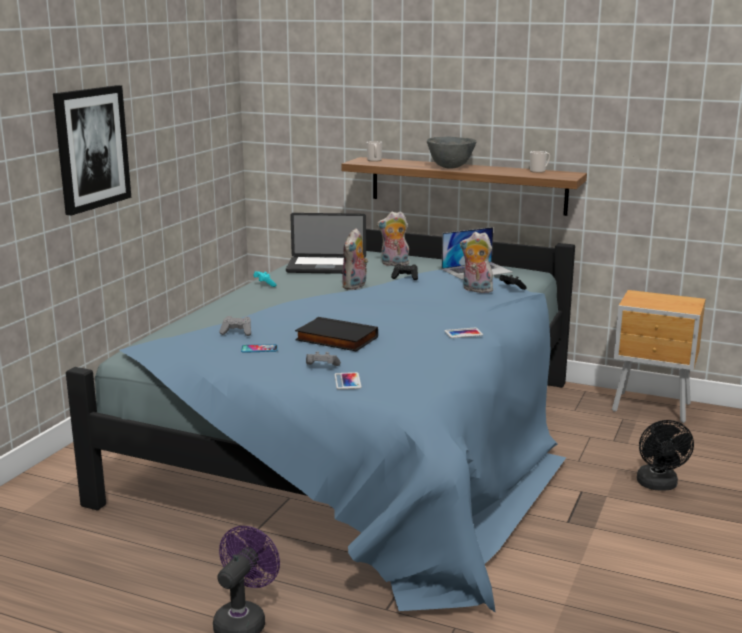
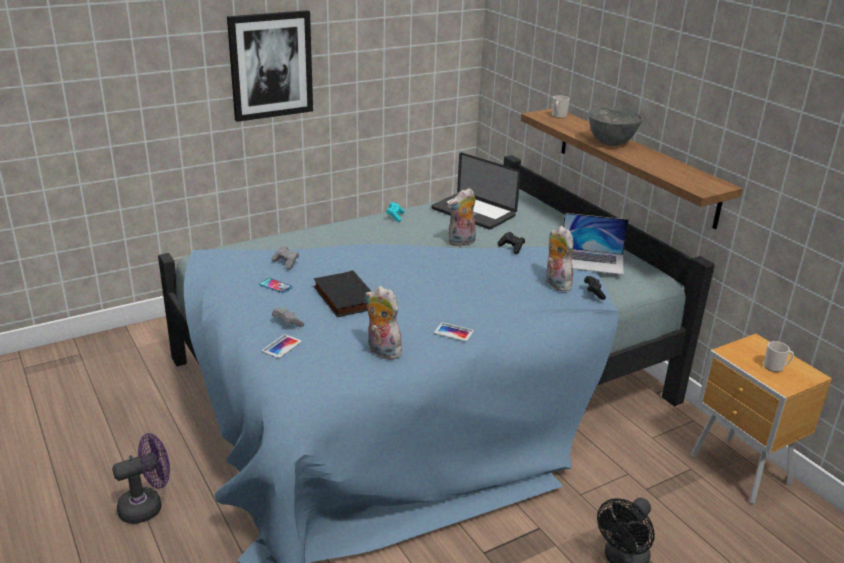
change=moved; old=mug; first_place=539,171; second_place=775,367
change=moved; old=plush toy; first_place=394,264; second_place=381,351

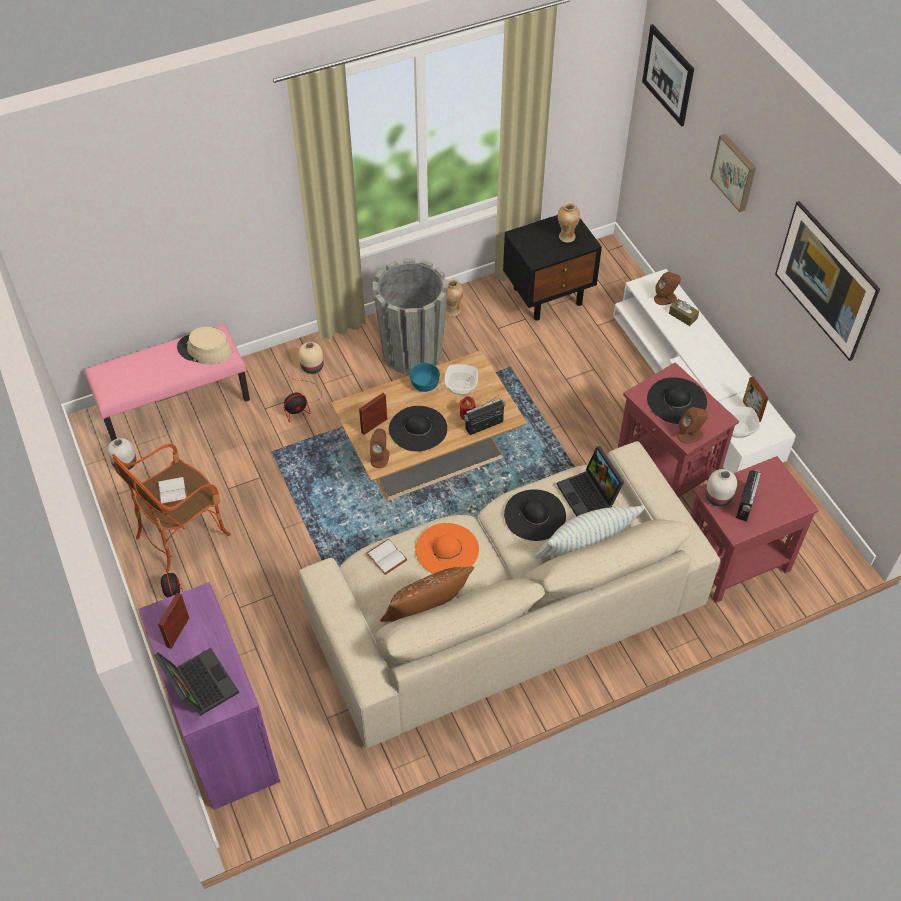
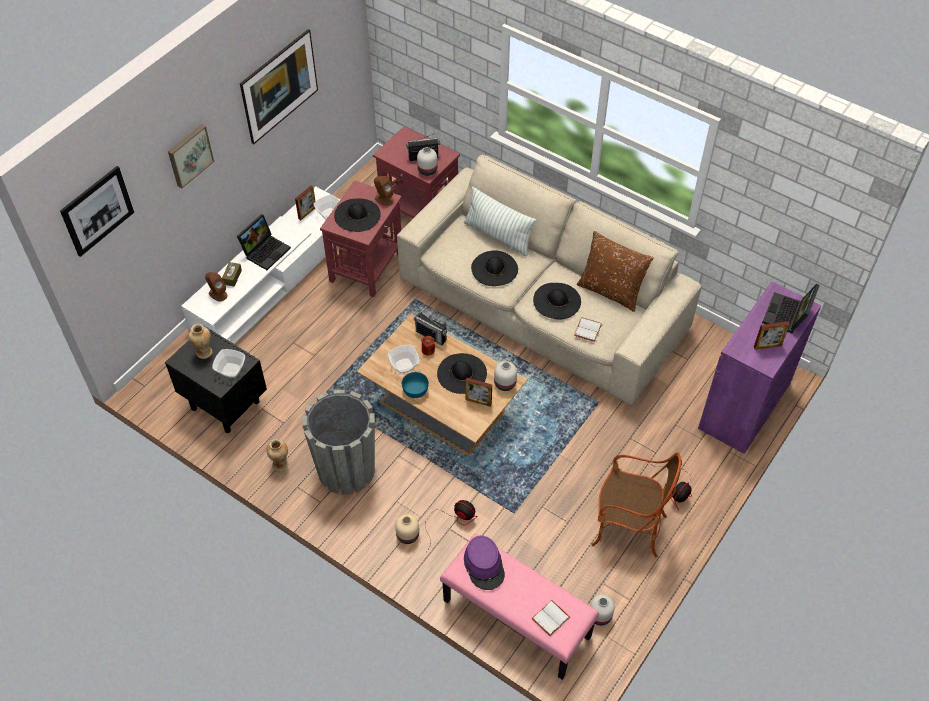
change=recoloured; old=beige hat; new=purple hat; first_place=205,350; second_place=484,565
change=replaced; old=brown speaker; new=white vase; first_place=380,457; second_place=504,383
change=moved; old=laptop; first_place=590,495; second_place=266,250
change=moved; old=white book; first_place=171,491; second_place=551,619
change=recoloured; old=orange hat; new=black hat; first_place=447,549; second_place=557,301
change=added; new=bowl; second_place=231,370

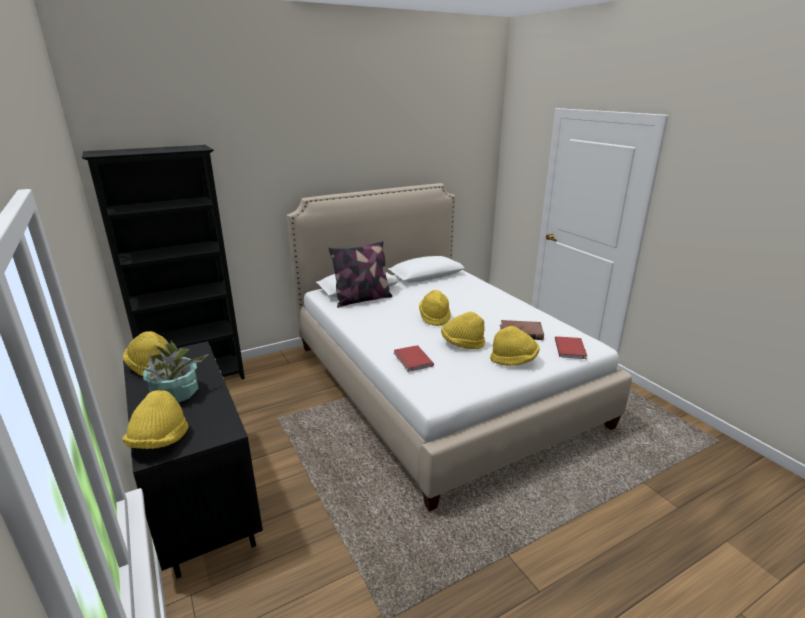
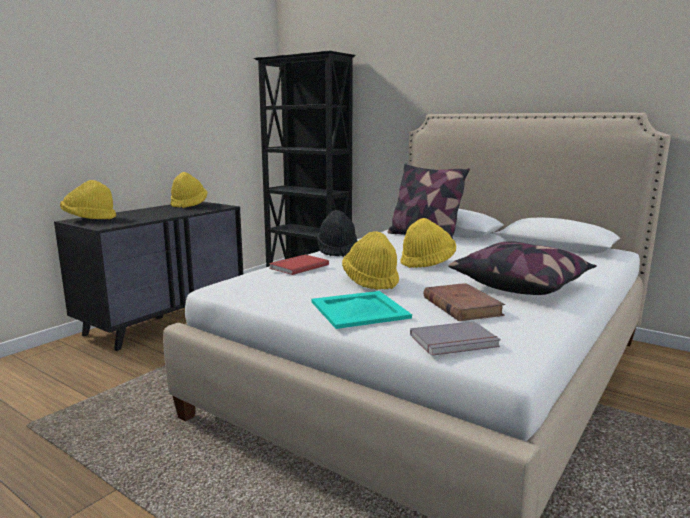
change=replaced; old=yellow hat; new=turquoise tray; first_place=513,360; second_place=360,309
change=recoloured; old=red book; new=grey book; first_place=571,349; second_place=455,342
change=removed; old=potted plant; first_place=175,393
change=added; new=black hat; second_place=337,250
change=added; new=pillow; second_place=521,285

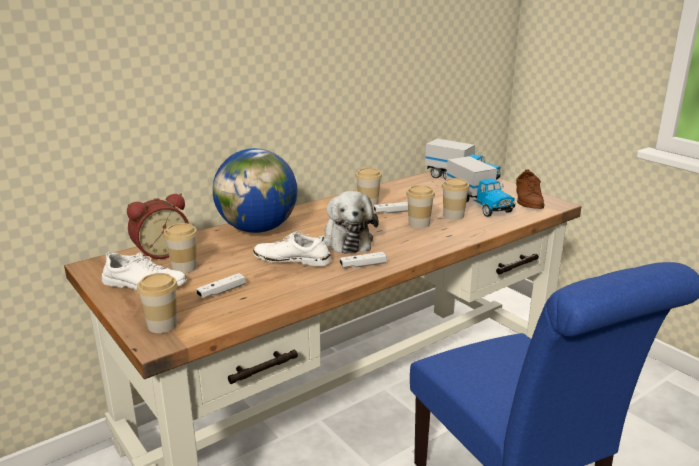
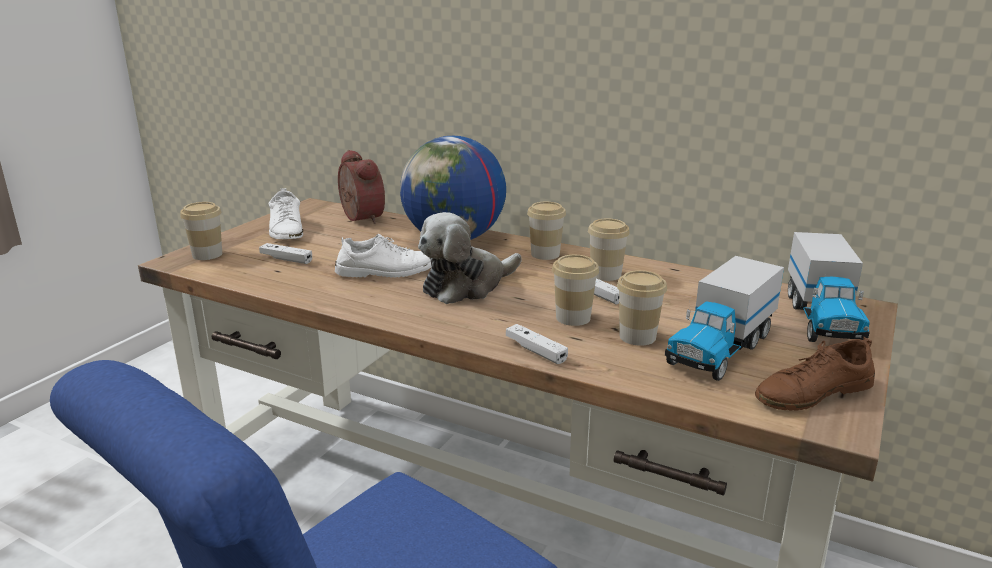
change=turned; old=alarm clock; first_place=161,252; second_place=359,218; degrees=-150
change=moved; old=cup; first_place=184,268; second_place=545,254
change=turned; old=white shoe; first_place=292,259; second_place=386,271; degrees=90
change=moved; old=white game controller; first_place=363,265; second_place=536,351

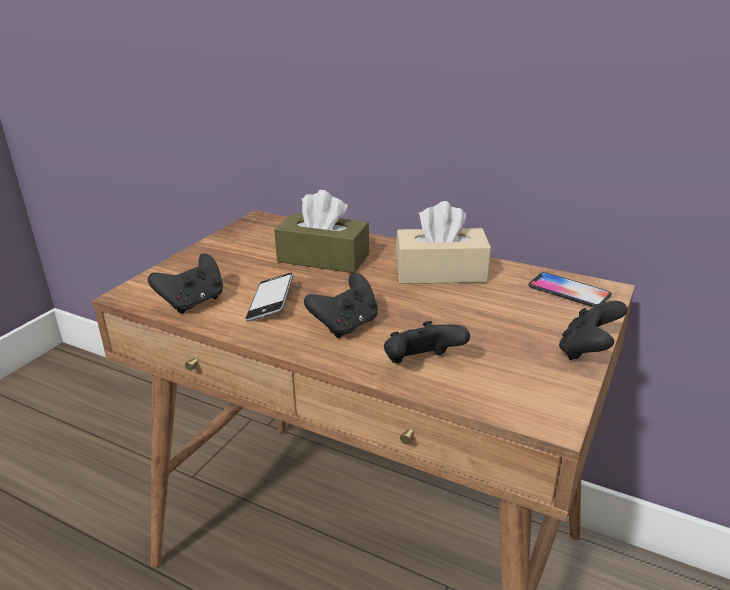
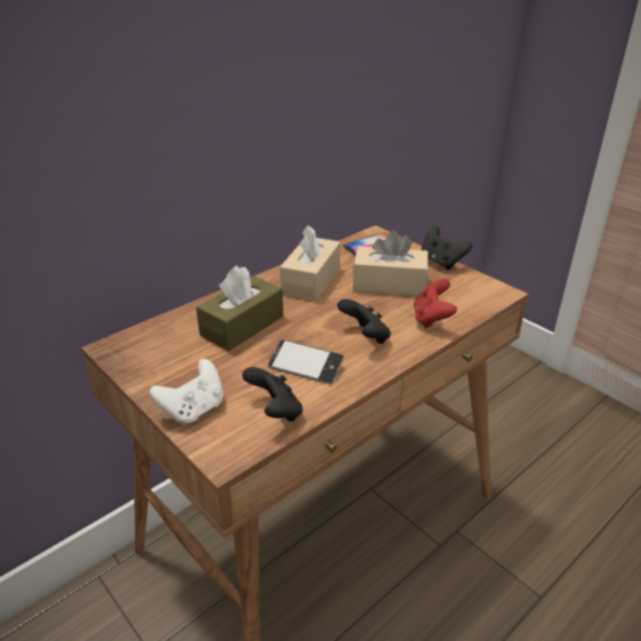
change=recoloured; old=black game controller; new=red game controller; first_place=421,365; second_place=431,318
change=added; new=beige tissue box; second_place=389,284
change=added; new=white game controller; second_place=194,410

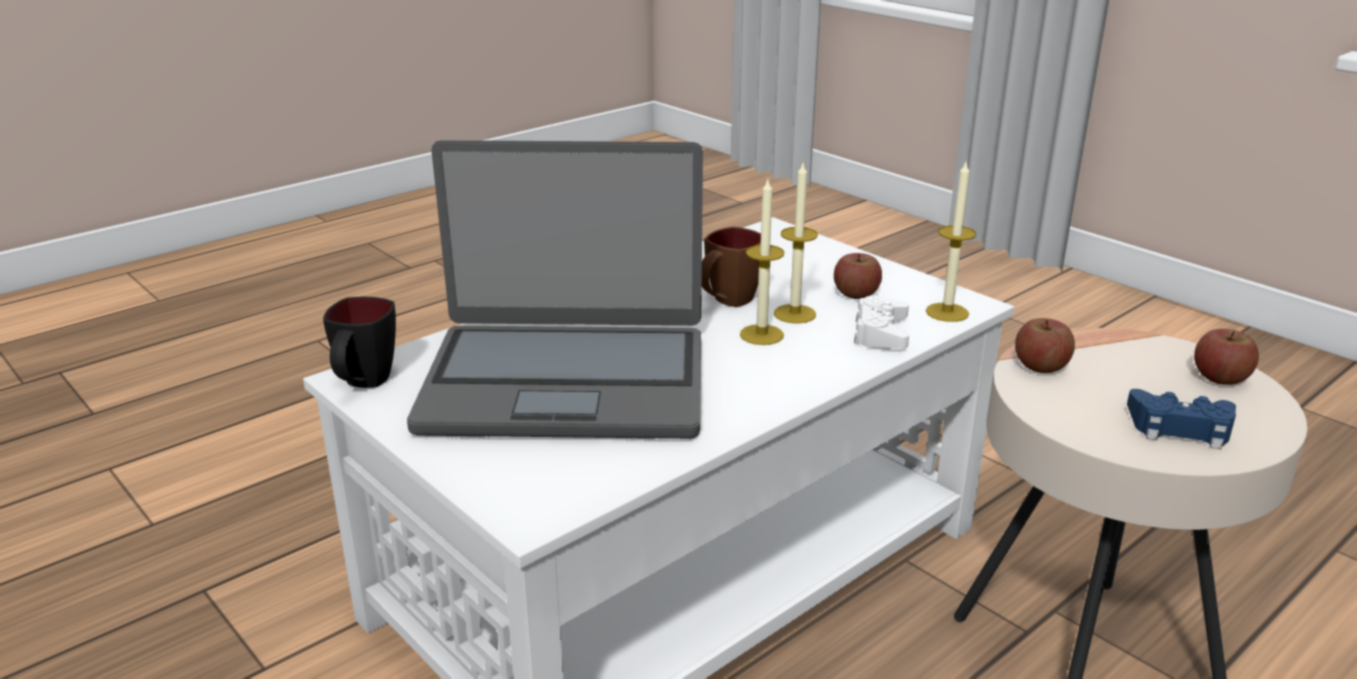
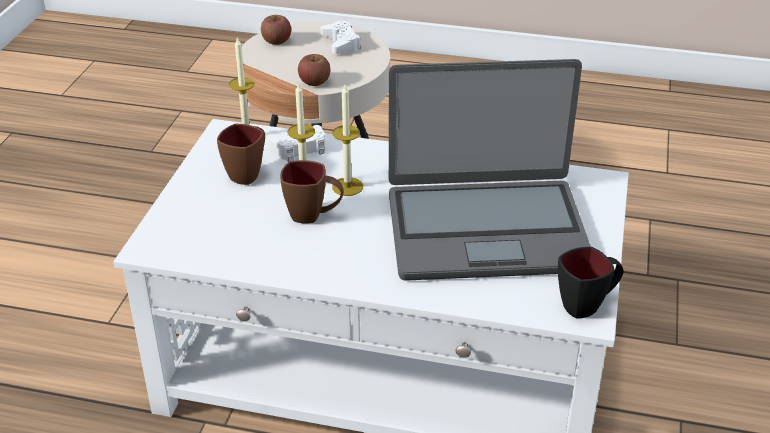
change=turned; old=laptop; first_place=566,382; second_place=486,229; degrees=120
change=replaced; old=apple; new=brown mug; first_place=856,294; second_place=248,173
change=recoloured; old=blue game controller; new=white game controller; first_place=1180,428; second_place=341,43

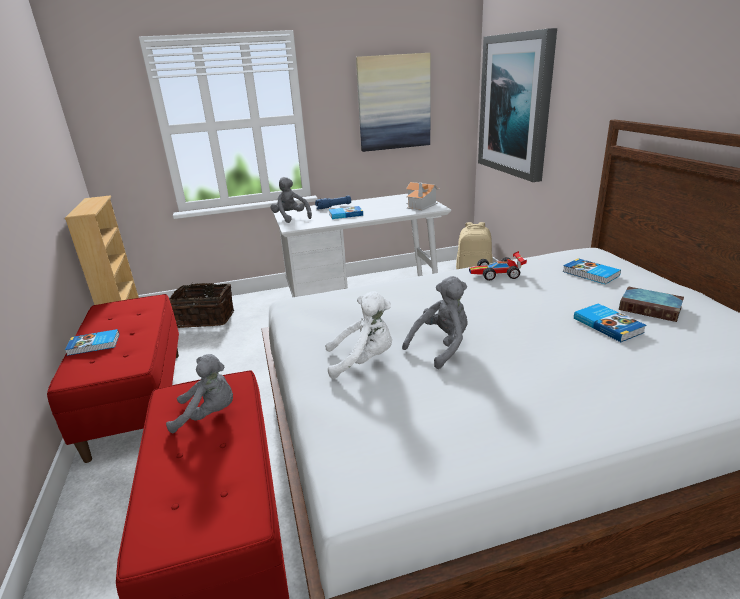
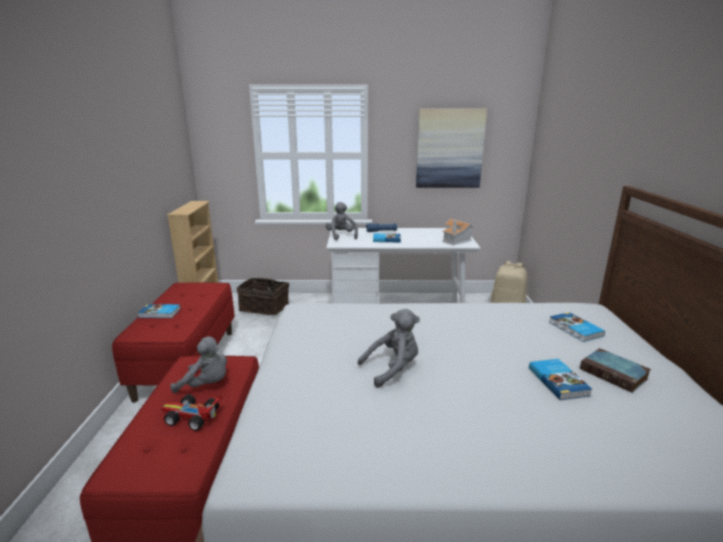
change=removed; old=picture; first_place=515,105
change=moved; old=toy car; first_place=497,274; second_place=191,417
change=removed; old=white plush toy; first_place=363,361

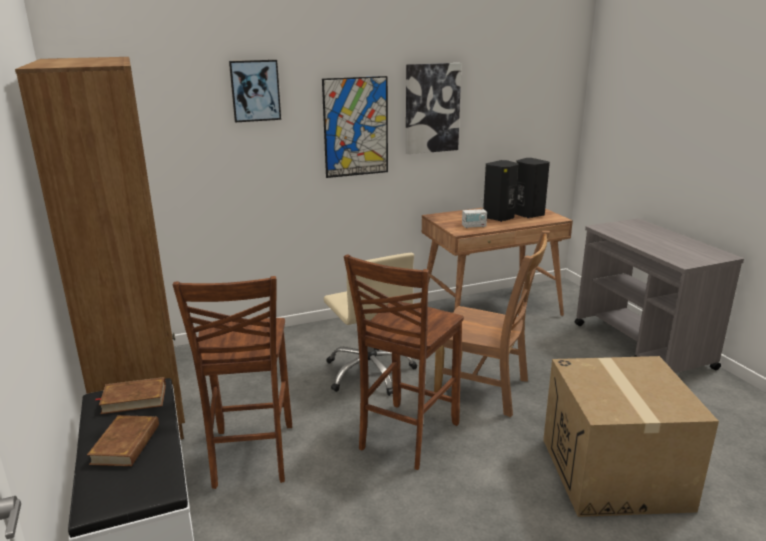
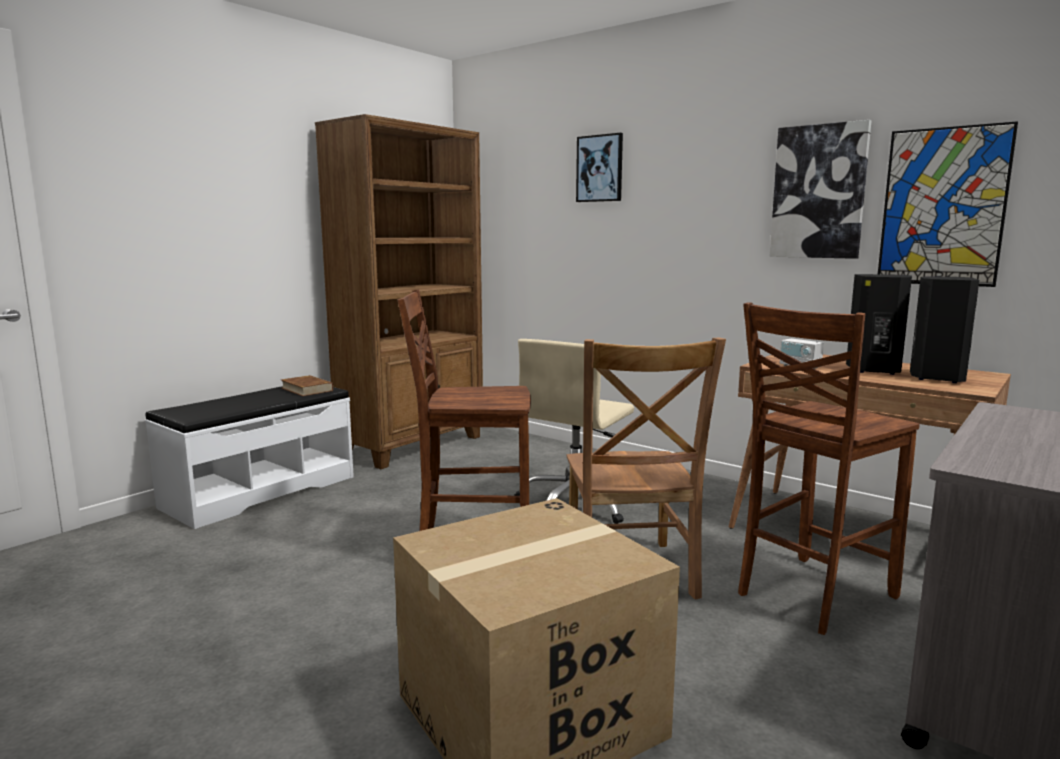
change=moved; old=picture; first_place=356,127; second_place=942,207
change=moved; old=brown chair; first_place=251,457; second_place=811,595
change=removed; old=brown book; first_place=126,444

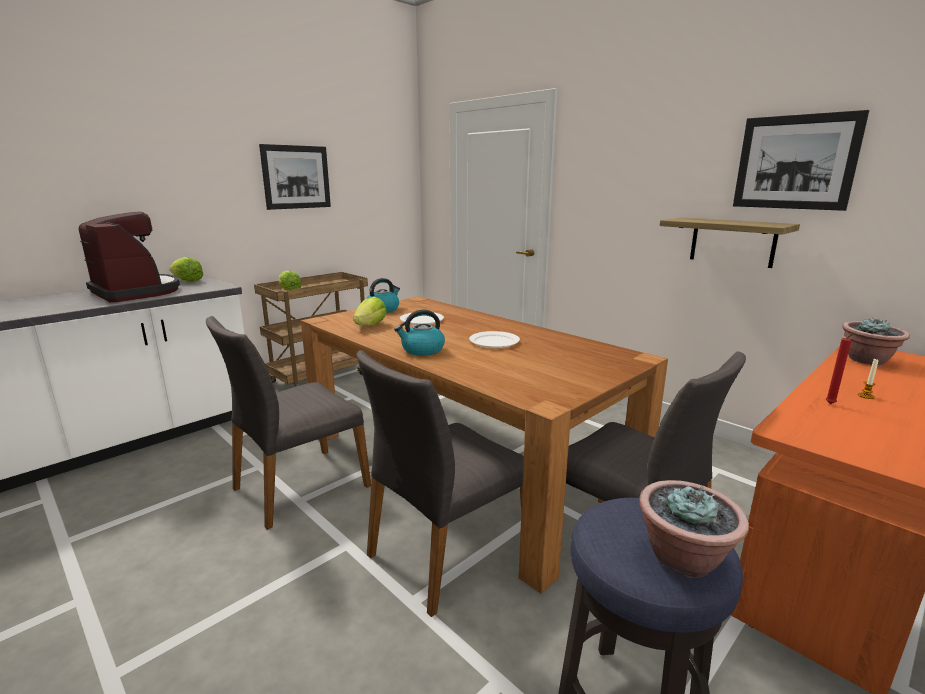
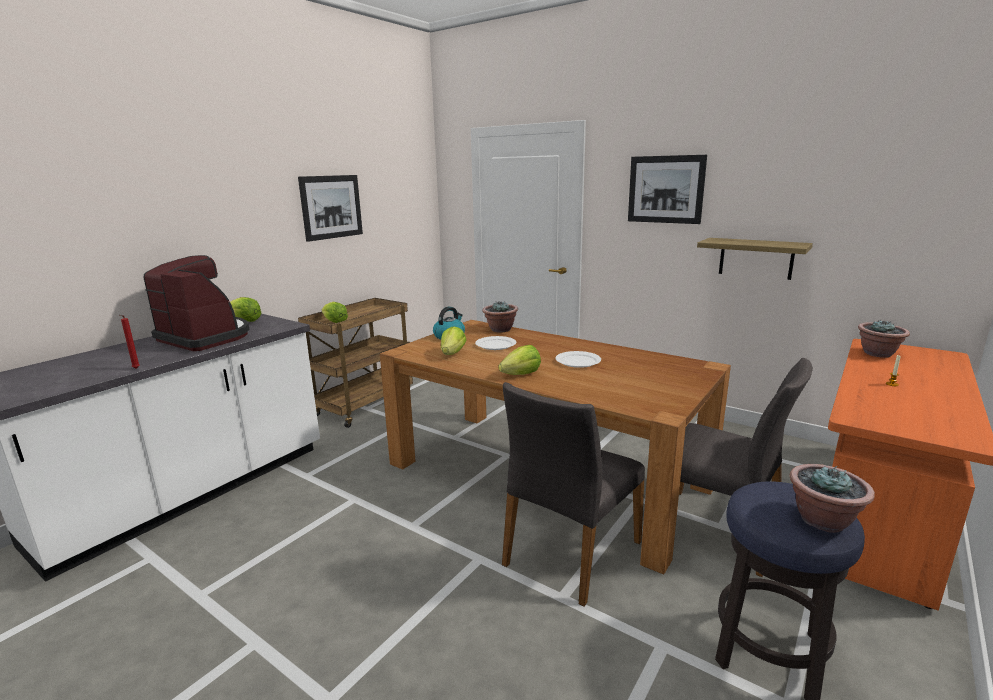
change=moved; old=picture; first_place=795,162; second_place=665,189
change=replaced; old=kettle; new=lettuce; first_place=422,350; second_place=521,374
change=removed; old=grey chair; first_place=299,487
change=moved; old=red candle; first_place=830,404; second_place=135,369
change=added; new=potted plant; second_place=500,330

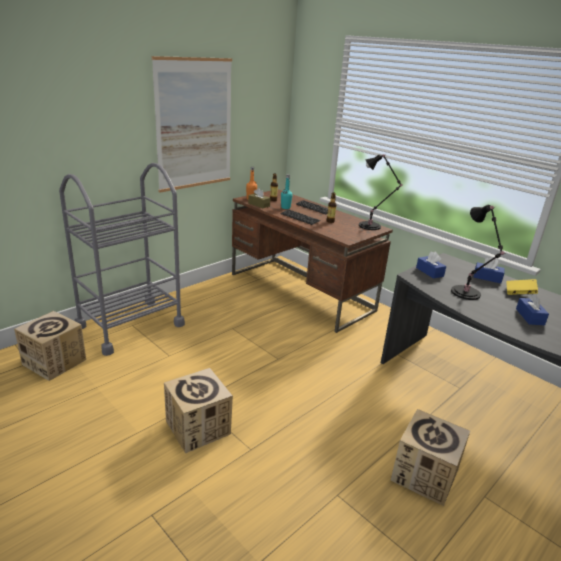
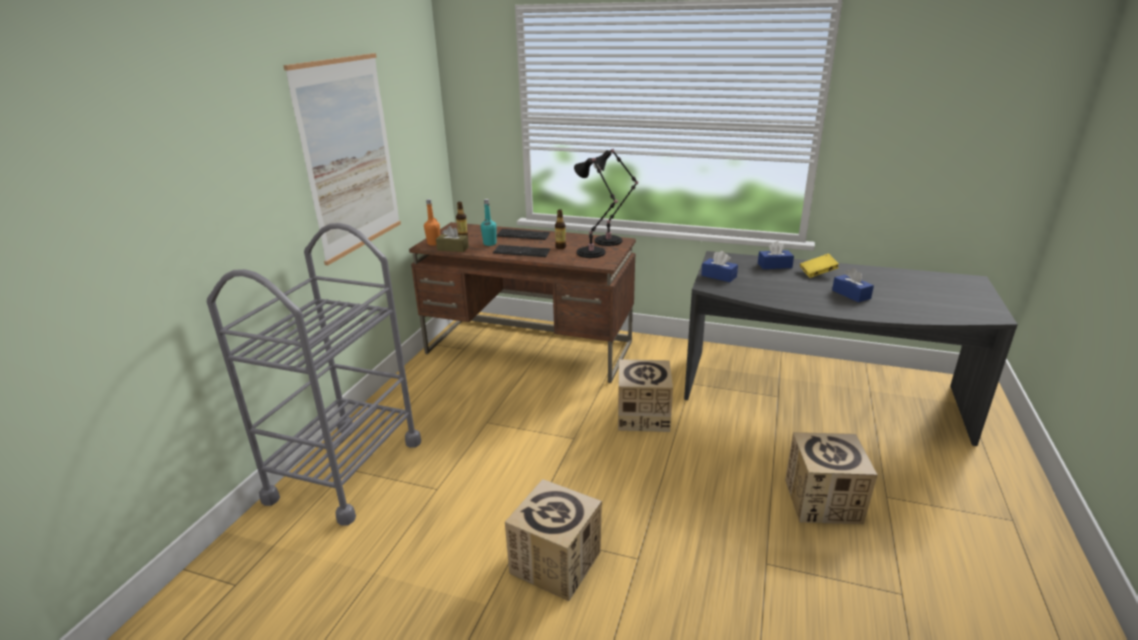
change=moved; old=black table lamp; first_place=467,294; second_place=592,253
change=moved; old=cardboard box; first_place=54,362; second_place=643,416

